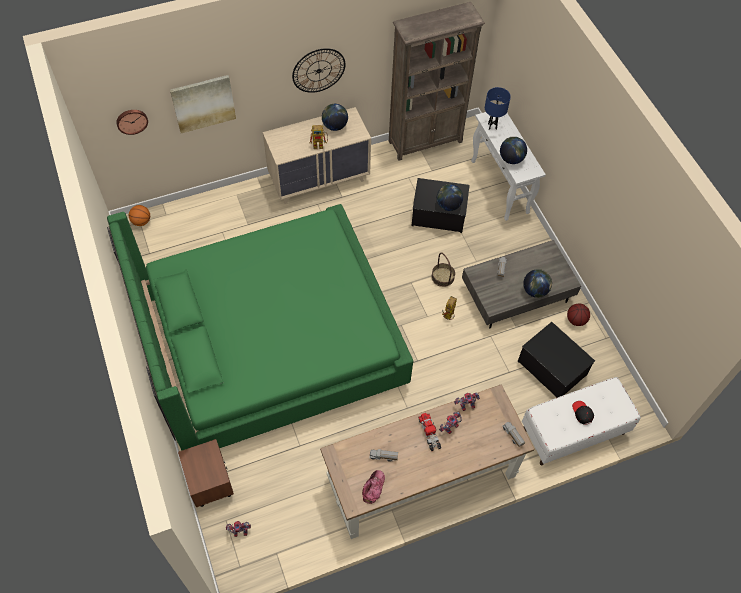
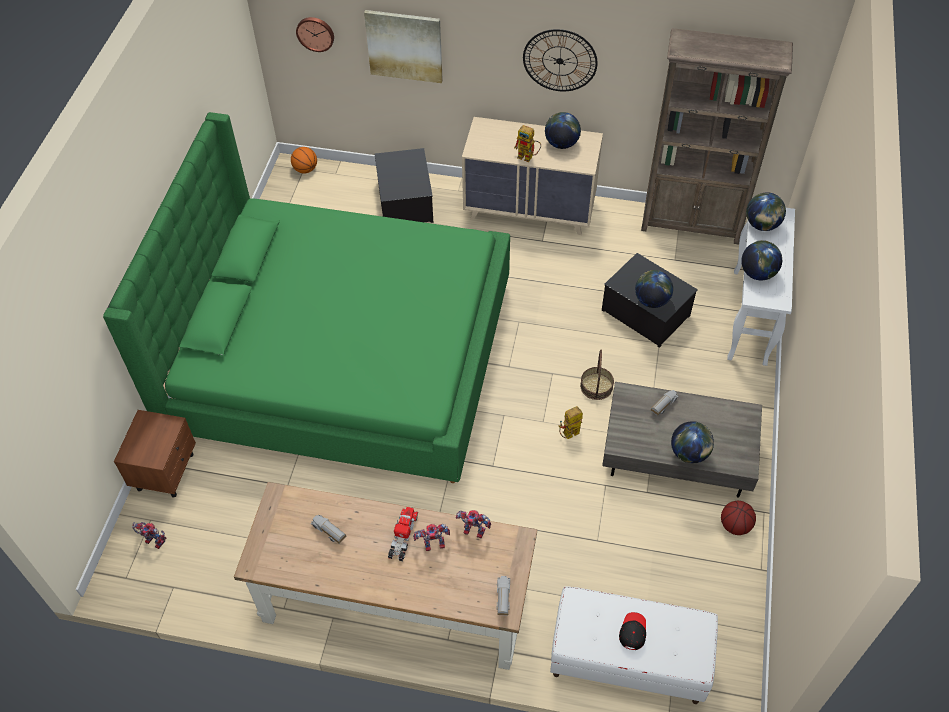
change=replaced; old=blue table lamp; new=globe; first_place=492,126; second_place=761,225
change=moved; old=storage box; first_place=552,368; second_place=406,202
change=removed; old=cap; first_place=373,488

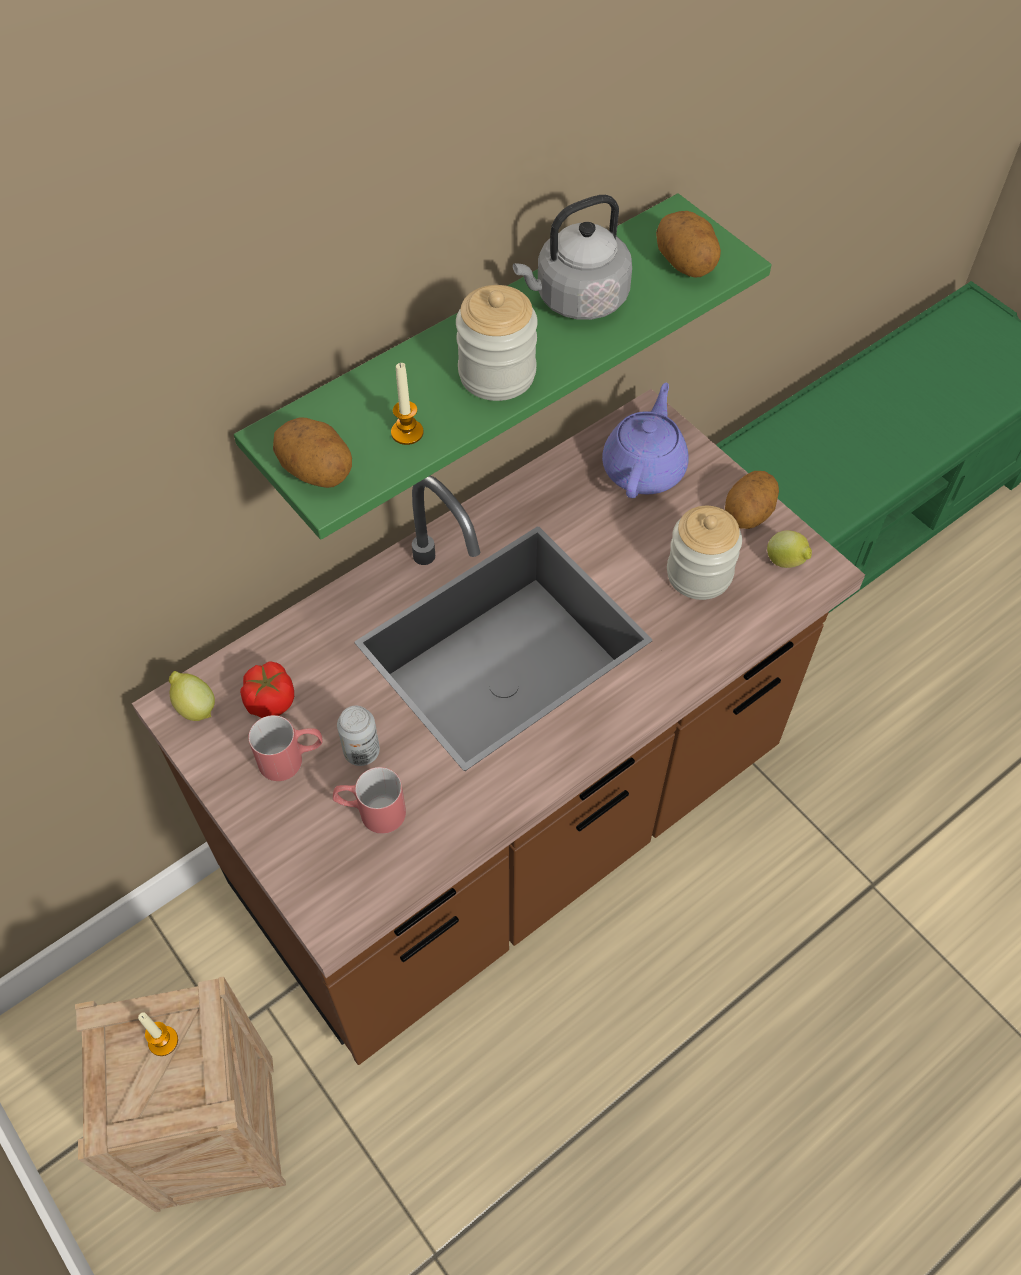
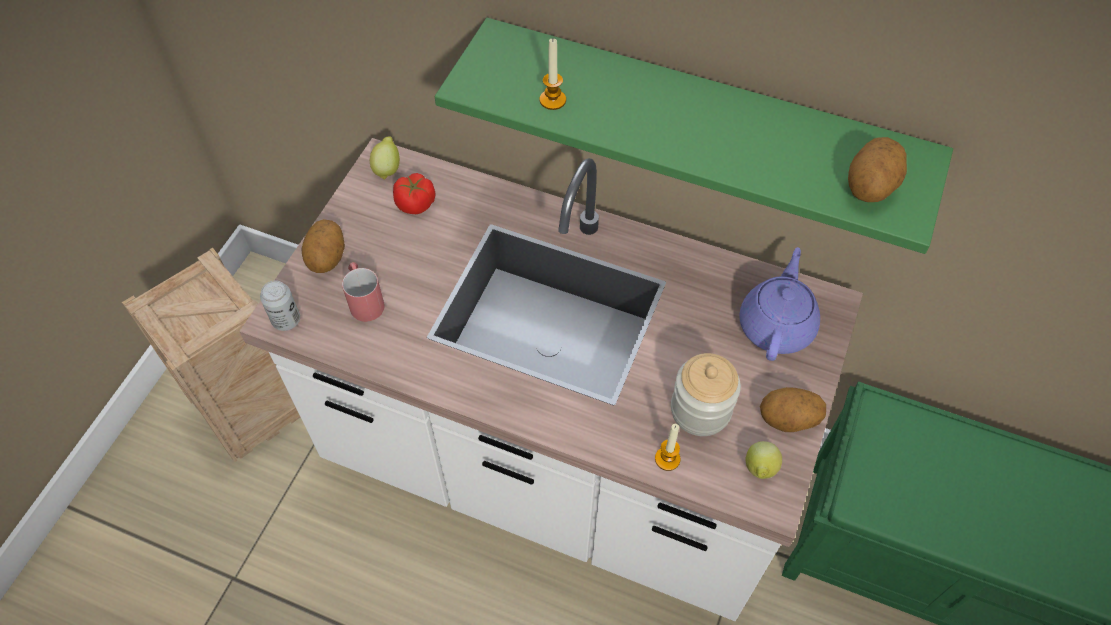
change=removed; old=grey kettle; first_place=577,299
change=removed; old=jar; first_place=497,374
change=turned; old=purple teapot; first_place=644,468; second_place=776,325; degrees=-60
change=recoloured; old=brown counter; new=white counter; first_place=510,826; second_place=554,467
change=moved; old=potato; first_place=317,472; second_place=328,258
change=moved; old=can; first_place=361,751; second_place=286,320
change=removed; old=red mug; first_place=292,759
change=moved; old=candle; first_place=163,1041; second_place=667,459

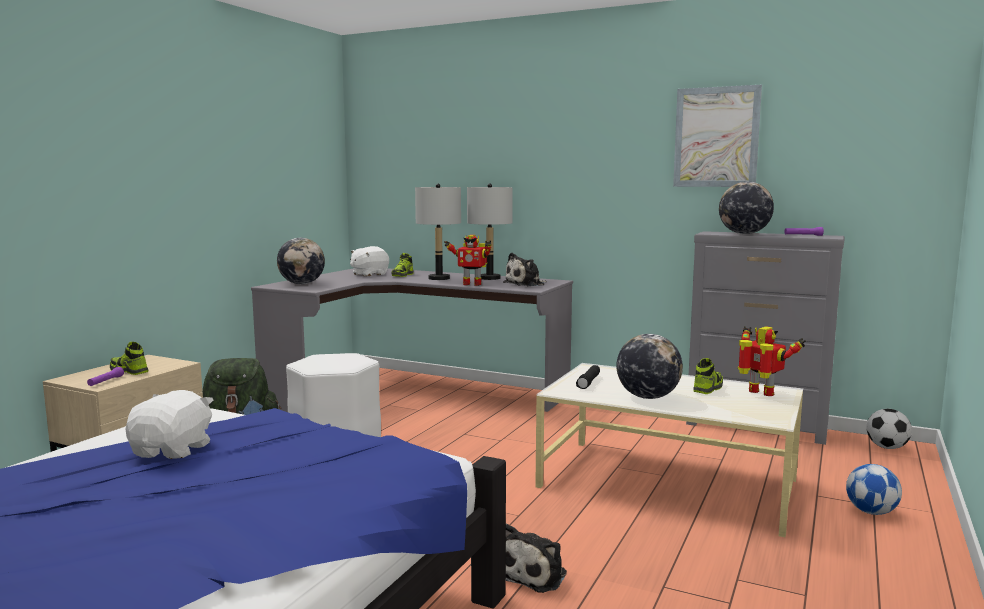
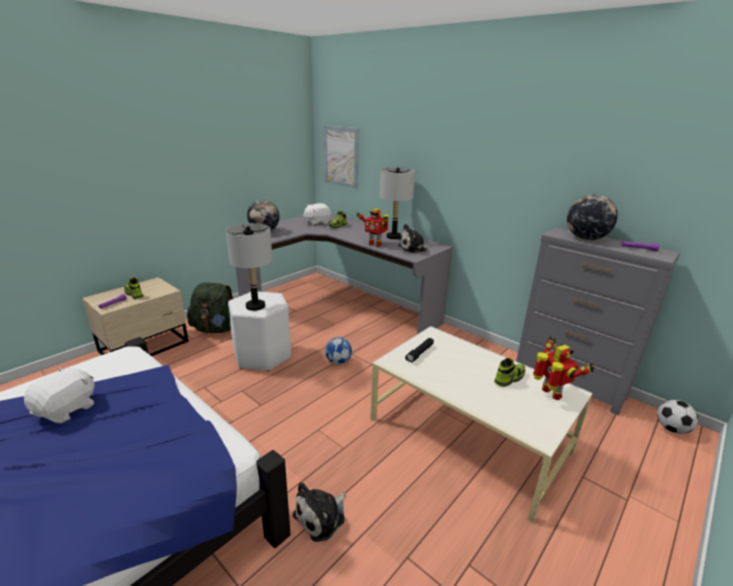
change=moved; old=picture; first_place=716,137; second_place=341,156
change=moved; old=grey table lamp; first_place=439,278; second_place=255,306
change=removed; old=globe; first_place=647,397
change=moved; old=football; first_place=871,512; second_place=338,362

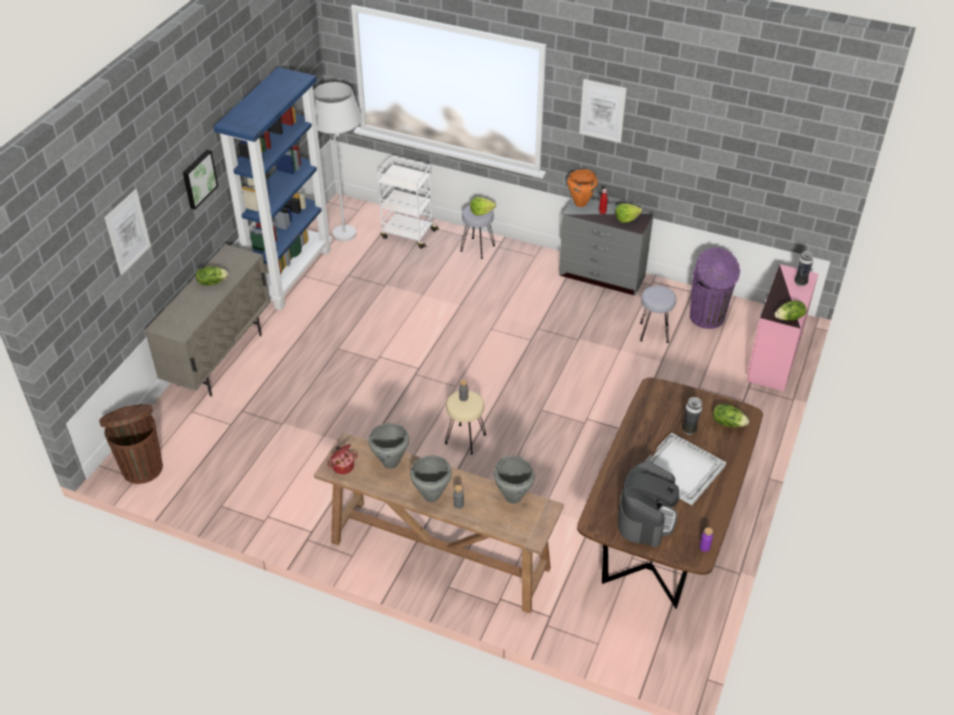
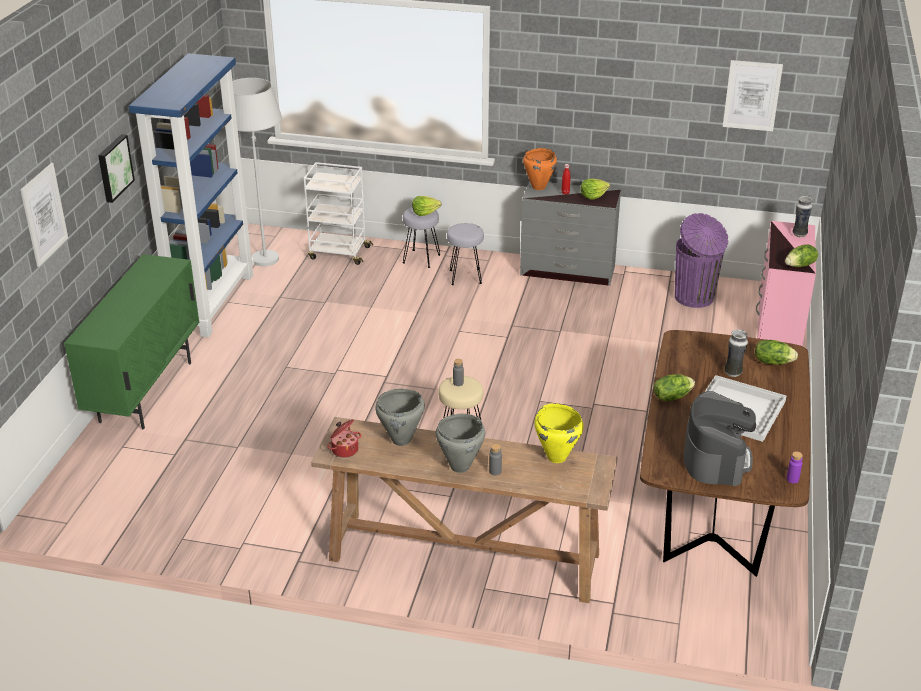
change=moved; old=picture; first_place=602,110; second_place=752,95
change=recoloured; old=beige cabinet; new=green cabinet; first_place=220,359; second_place=146,391
change=moved; old=lettuce; first_place=212,282; second_place=671,396
change=moved; old=grey stool; first_place=653,332; second_place=465,277
change=removed; old=brown trash can; first_place=142,467
change=recoloured; old=grey cooking pot; new=yellow cooking pot; first_place=513,497; second_place=557,457

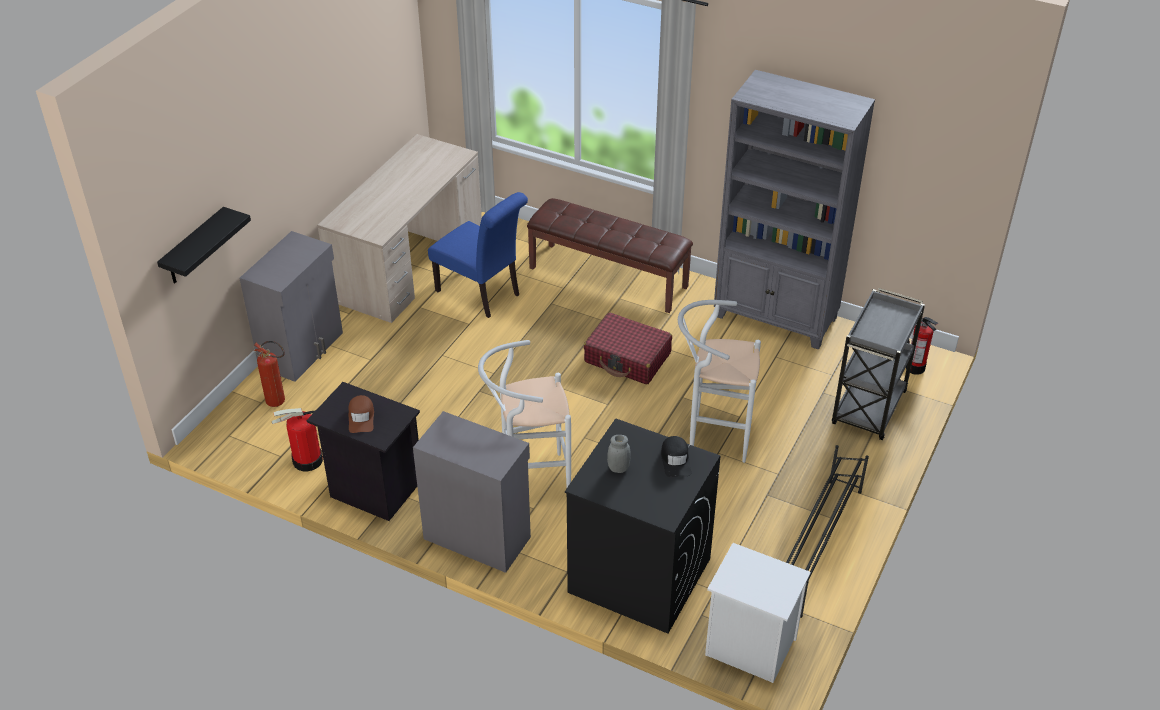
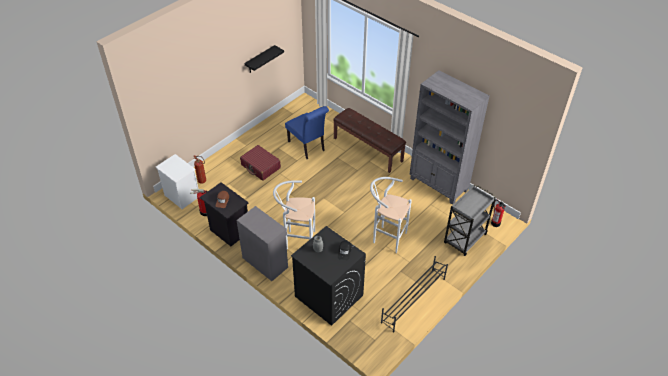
change=removed; old=beige desk; first_place=409,262
change=moved; old=black shelf; first_place=194,248; second_place=260,59
change=removed; old=grey cabinet; first_place=303,350
change=moved; old=red suitcase; first_place=627,358; second_place=261,167
change=moved; old=white nightstand; first_place=748,647; second_place=181,196

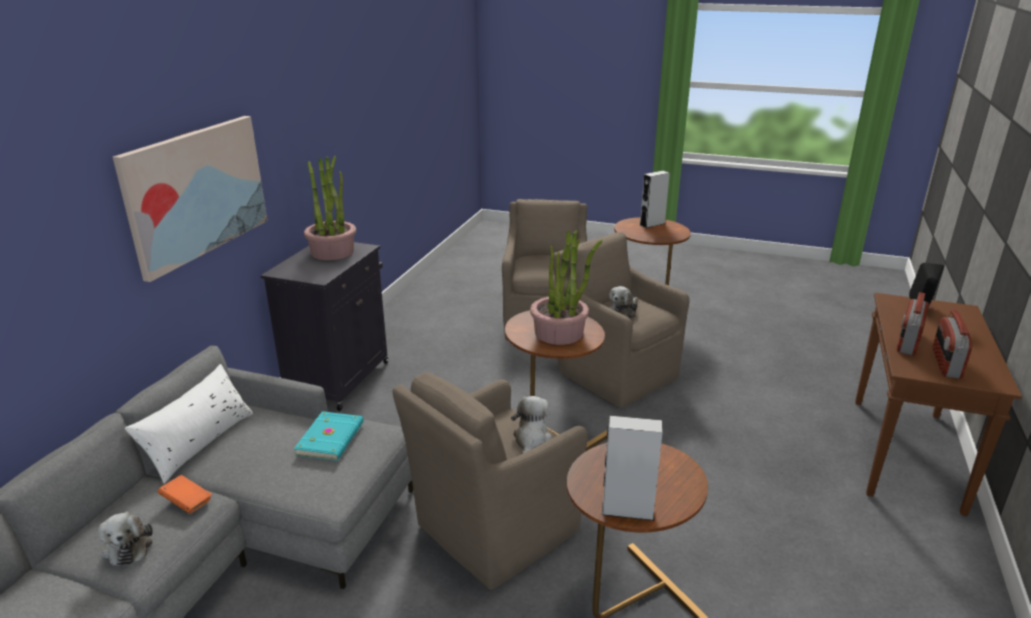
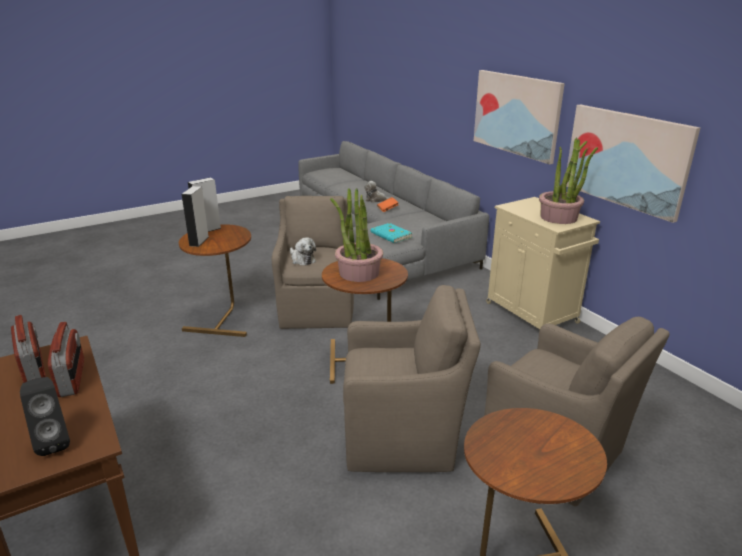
change=moved; old=grey speaker; first_place=652,224; second_place=199,241
change=recoloured; old=black cabinet; new=beige cabinet; first_place=339,379; second_place=532,314
change=removed; old=plush toy; first_place=623,312
change=removed; old=white pillow; first_place=199,442
change=added; new=picture; second_place=626,159

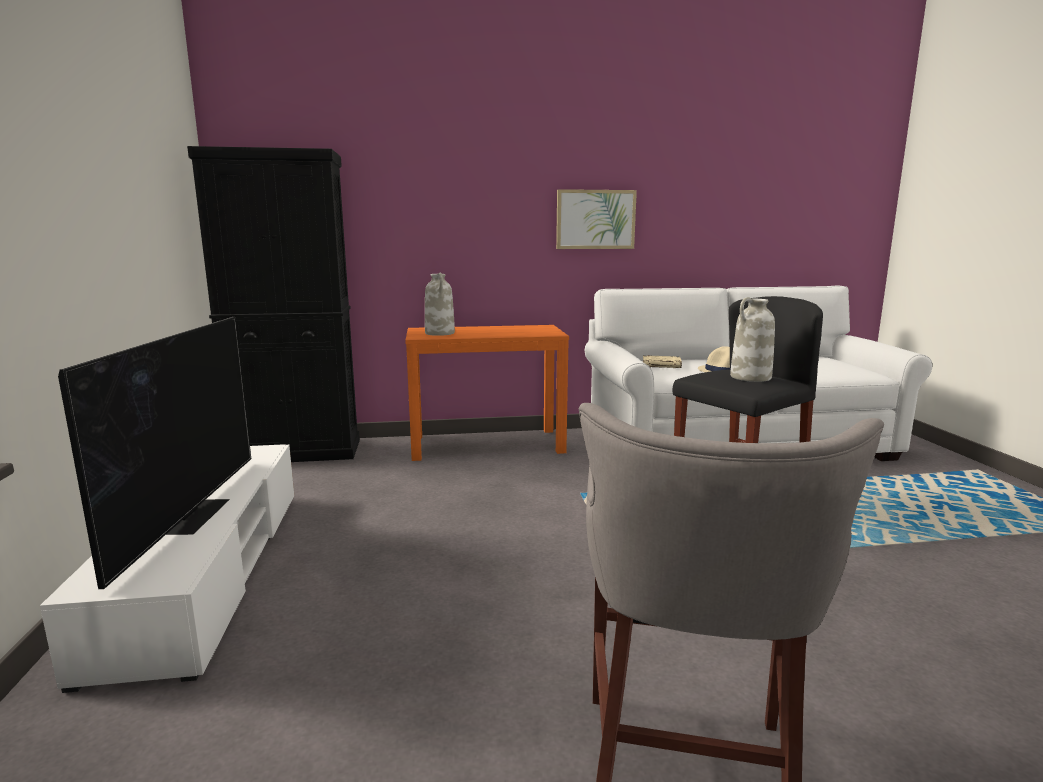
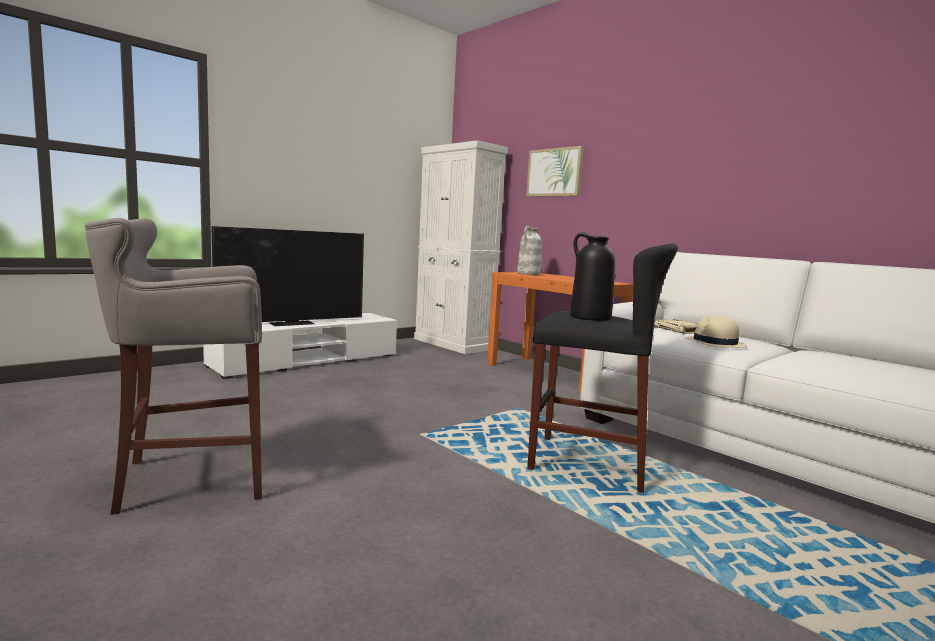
change=recoloured; old=black cabinet; new=white cabinet; first_place=297,452; second_place=453,344
change=moved; old=picture; first_place=595,219; second_place=554,172
change=recoloured; old=white vase; new=black vase; first_place=750,377; second_place=589,317

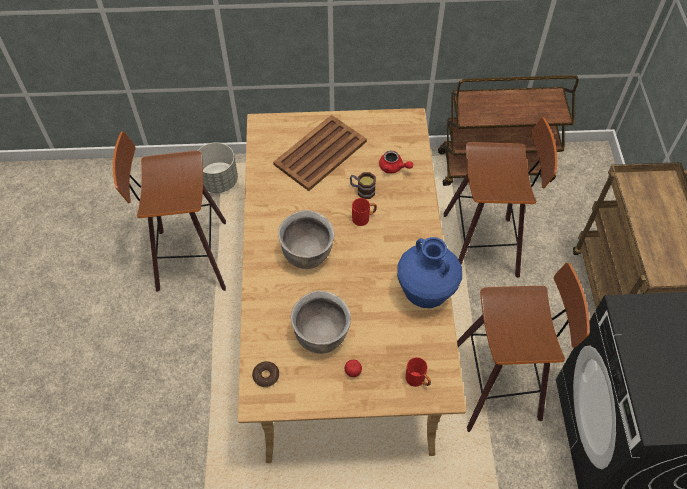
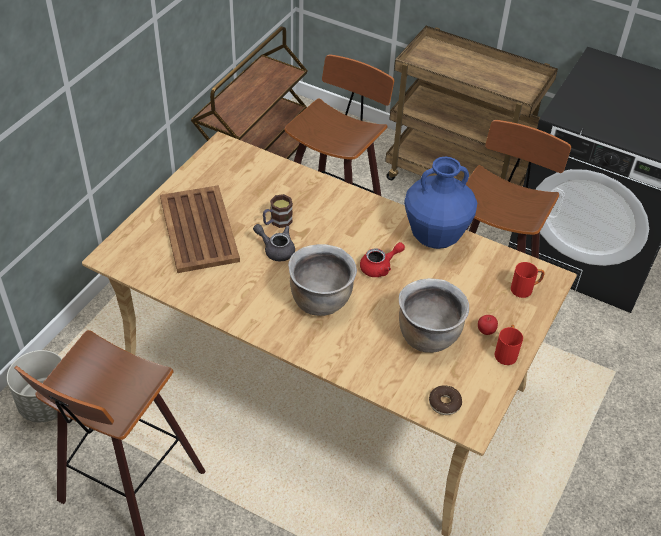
change=moved; old=red teapot; first_place=393,168; second_place=380,267
change=moved; old=red mug; first_place=364,218; second_place=506,352
change=added; new=grey teapot; second_place=276,249

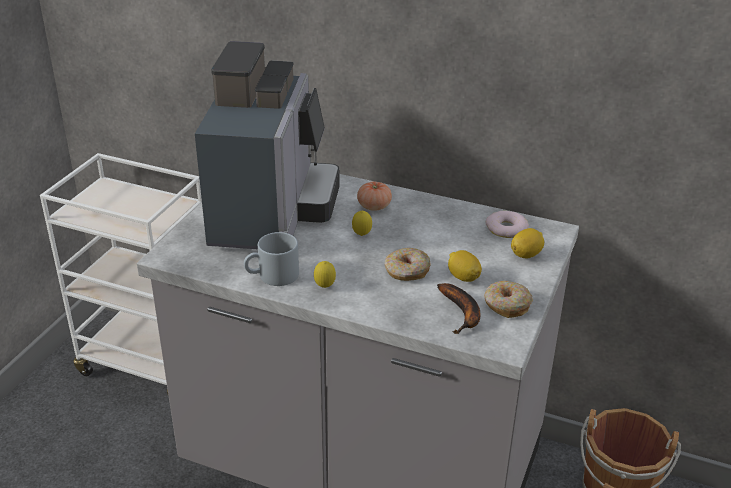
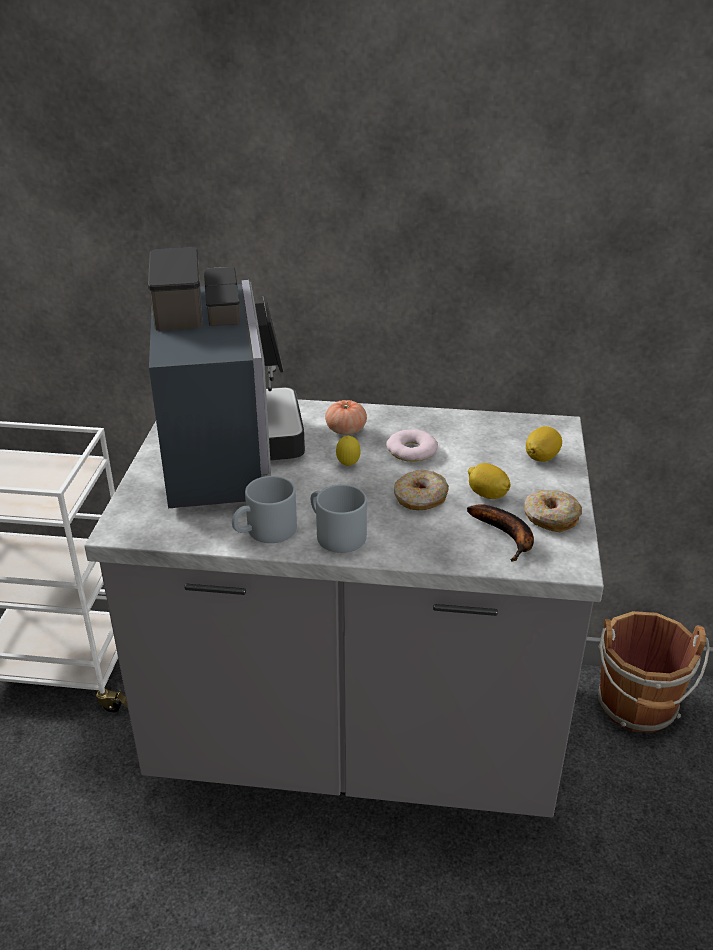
change=moved; old=donut; first_place=506,228; second_place=411,451
change=replaced; old=lemon; new=grey mug; first_place=325,287; second_place=334,534

